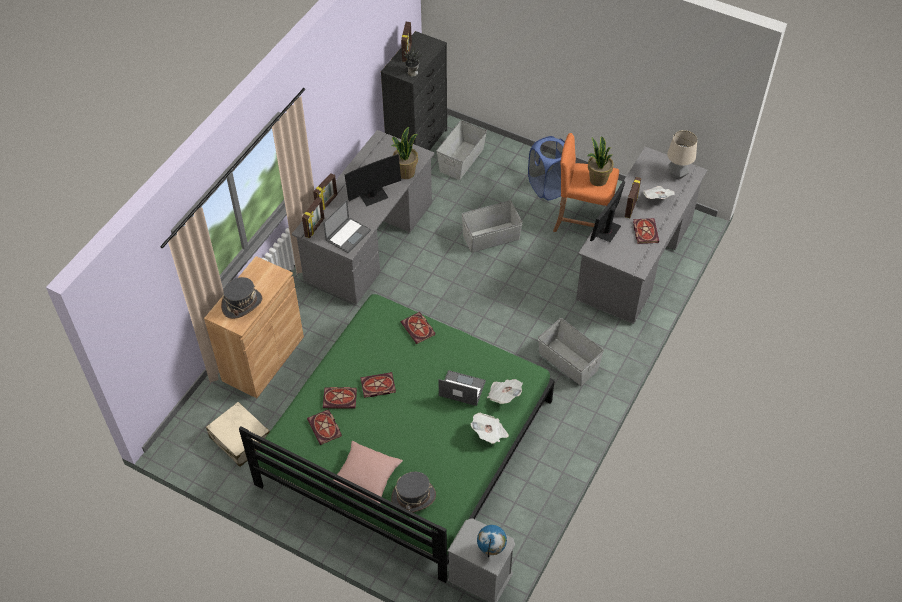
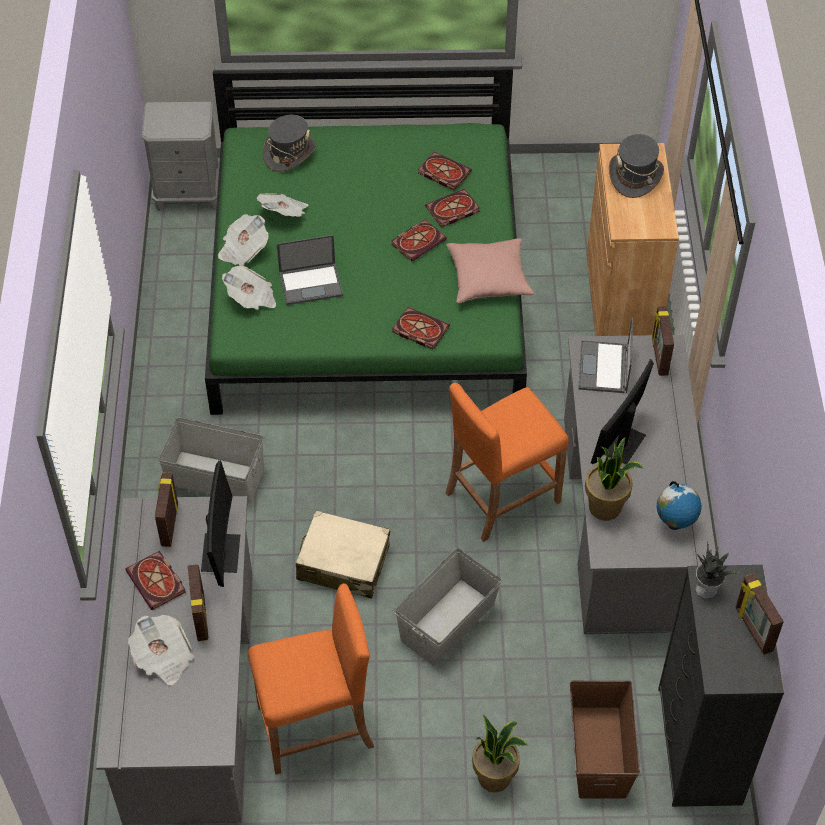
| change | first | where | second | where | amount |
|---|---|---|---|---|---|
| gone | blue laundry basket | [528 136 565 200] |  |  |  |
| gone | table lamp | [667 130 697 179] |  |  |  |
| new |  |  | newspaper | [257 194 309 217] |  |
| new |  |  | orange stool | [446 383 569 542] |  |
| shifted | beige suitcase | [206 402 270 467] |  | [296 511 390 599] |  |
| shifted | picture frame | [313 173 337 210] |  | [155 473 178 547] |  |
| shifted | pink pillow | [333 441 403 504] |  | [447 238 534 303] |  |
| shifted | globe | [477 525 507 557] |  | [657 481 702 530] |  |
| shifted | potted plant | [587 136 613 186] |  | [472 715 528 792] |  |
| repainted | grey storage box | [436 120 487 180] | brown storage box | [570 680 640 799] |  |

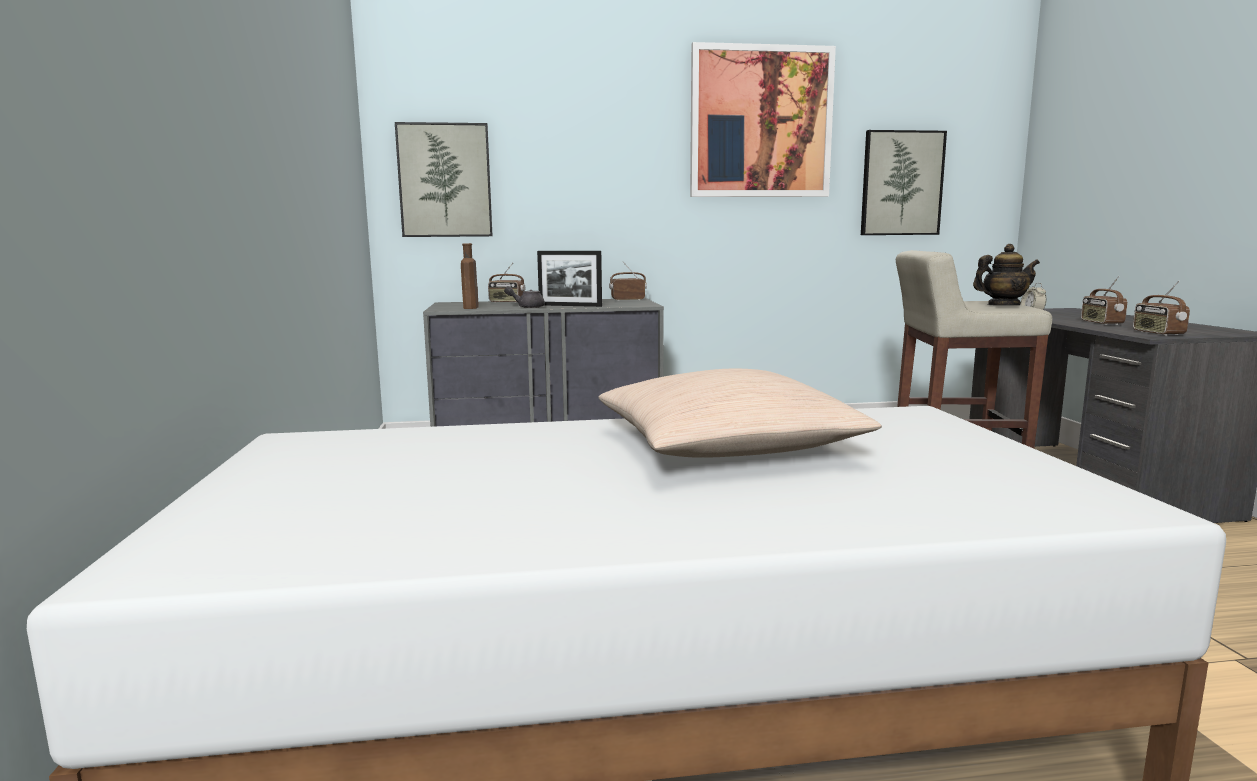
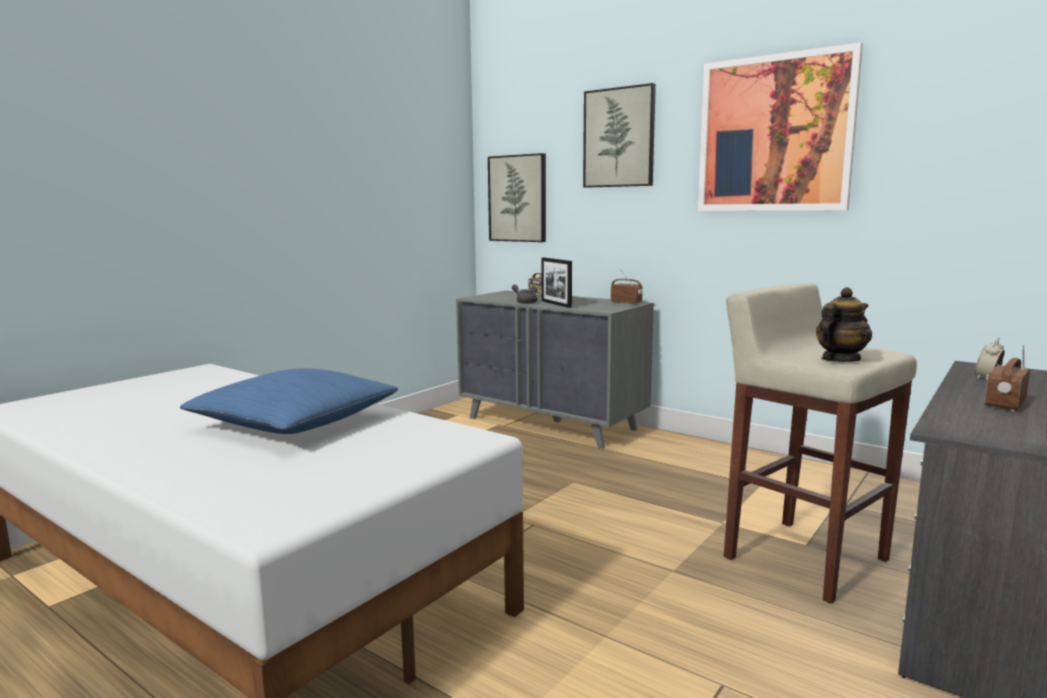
| change | first | where | second | where | amount |
|---|---|---|---|---|---|
| gone | brown bottle | [461 243 479 309] |  |  |  |
| gone | radio | [1133 281 1190 336] |  |  |  |
| shifted | picture | [861 130 947 235] |  | [583 83 656 188] |  |
| repainted | beige pillow | [598 369 882 458] | blue pillow | [180 368 398 434] |  |
| rotated | teapot | [973 244 1040 305] |  | [816 287 872 362] | 75 degrees counterclockwise |

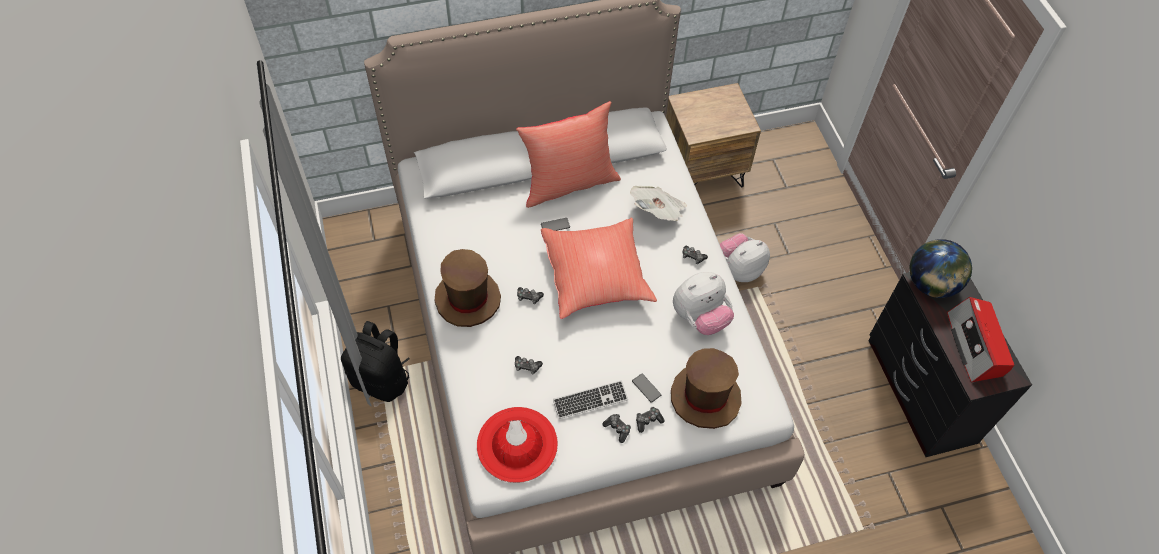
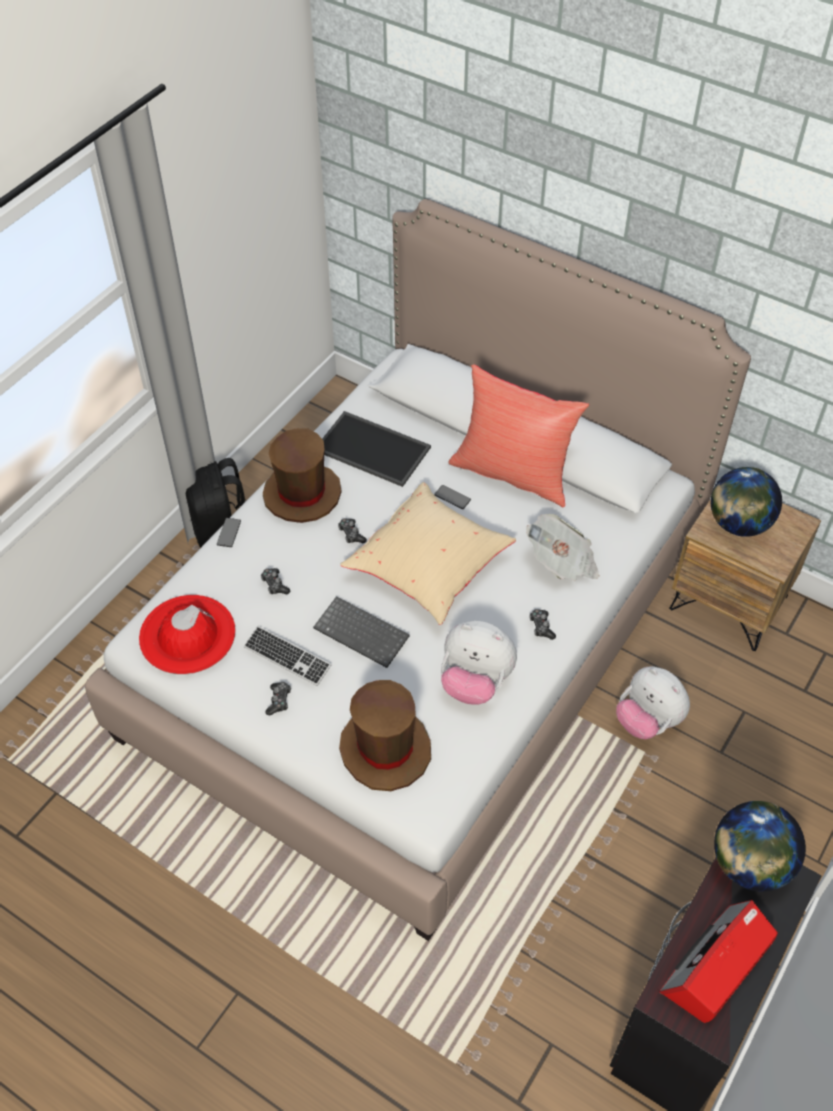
| change | first | where | second | where | amount |
|---|---|---|---|---|---|
| gone | game controller | [636 407 665 433] |  |  |  |
| new |  |  | keyboard | [313 596 410 668] |  |
| new |  |  | tray | [322 411 431 487] |  |
| new |  |  | globe | [711 467 782 537] |  |
| shifted | phone | [632 374 661 403] |  | [217 518 241 547] |  |
| repainted | red pillow | [541 217 657 319] | beige pillow | [340 482 516 625] |  |
| rotated | plush toy | [720 233 770 282] |  | [616 666 690 739] | 150 degrees counterclockwise |

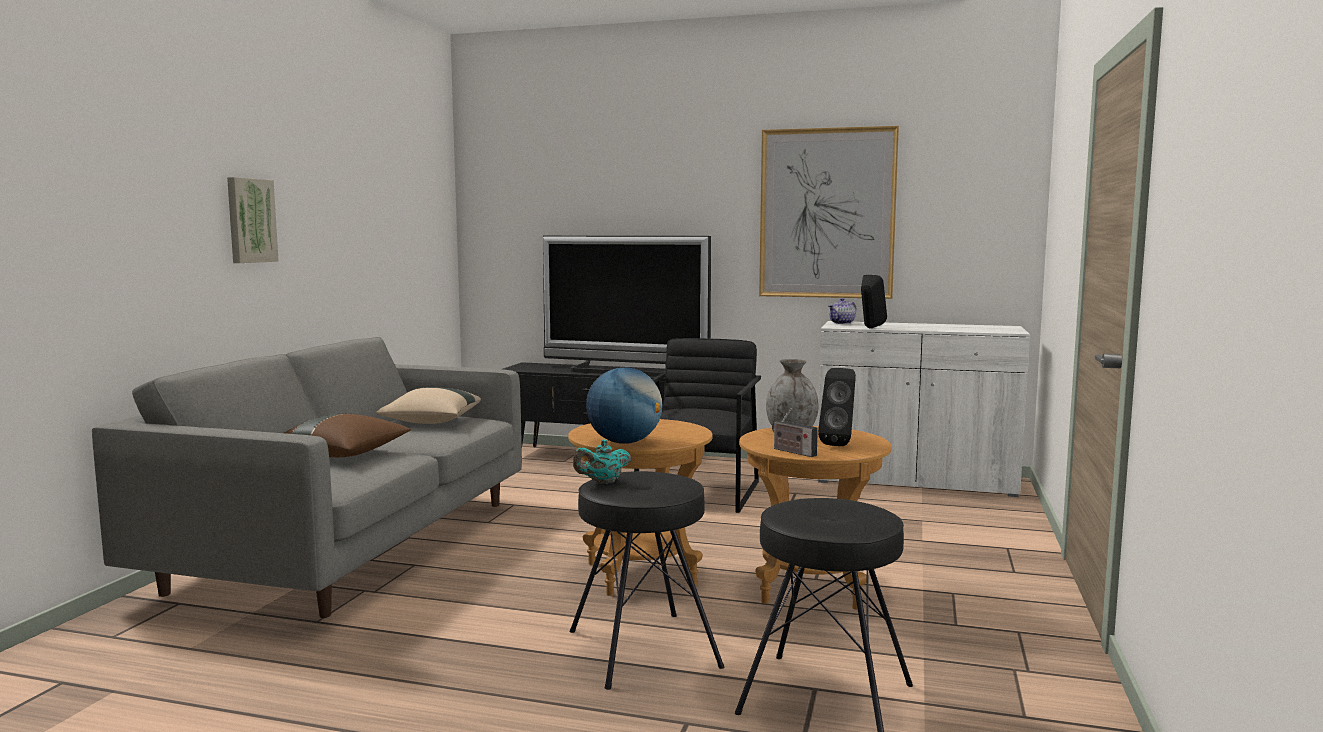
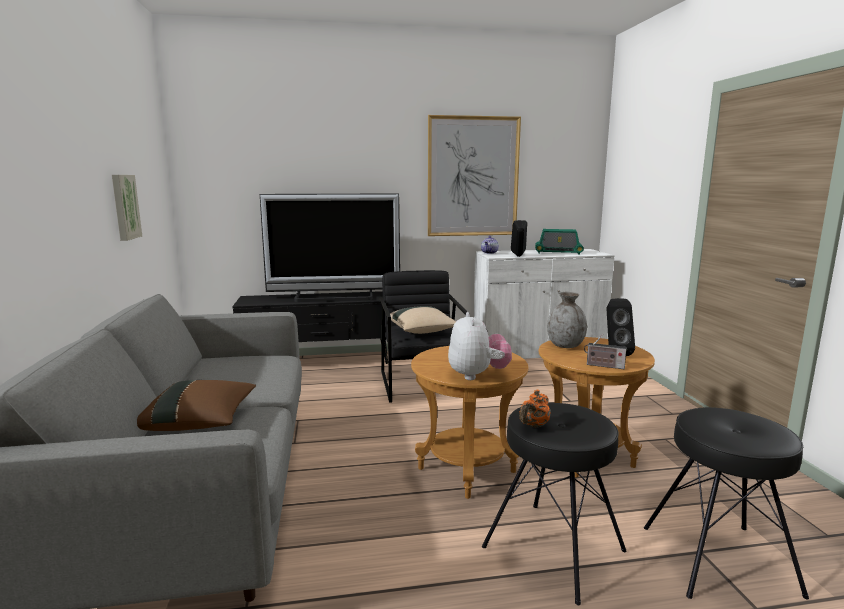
| change | first | where | second | where | amount |
|---|---|---|---|---|---|
| new |  |  | radio | [535 229 584 255] |  |
| shifted | picture | [227 177 279 263] |  | [112 175 142 241] |  |
| shifted | beige pillow | [376 387 481 424] |  | [390 306 456 334] |  |
| swapped | globe | [586 367 663 444] | plush toy | [448 312 512 380] |  |
| repainted | turquoise teapot | [573 439 631 484] | orange teapot | [520 390 551 428] |  |

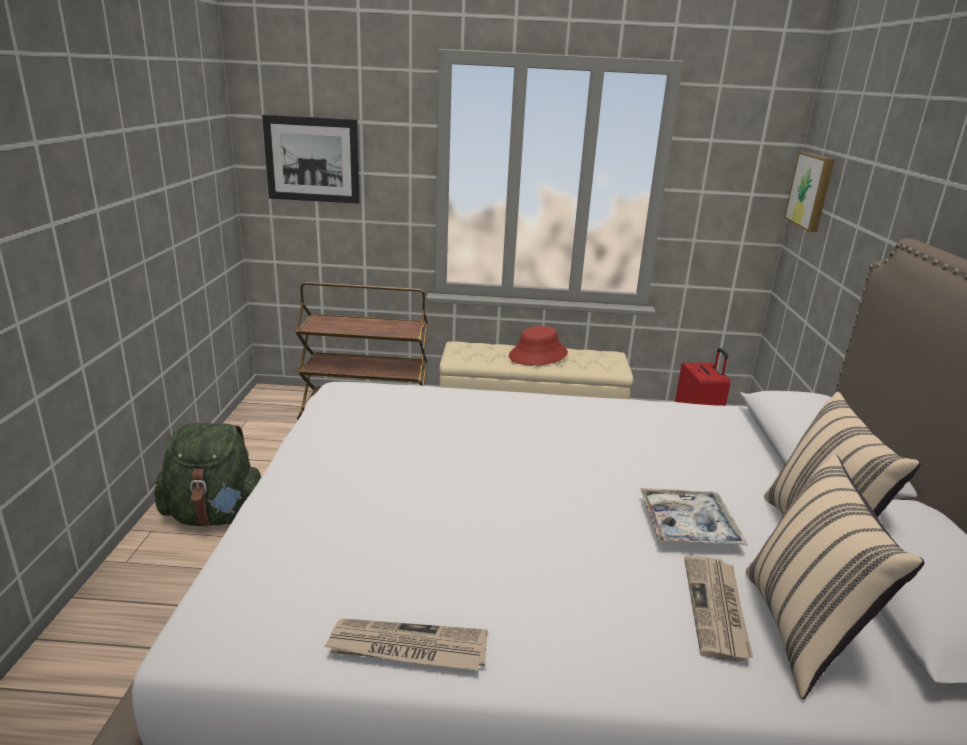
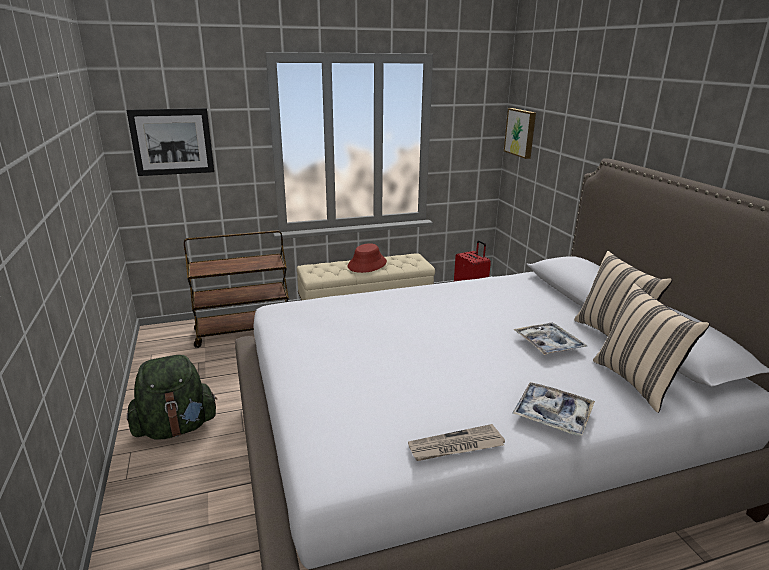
| change | first | where | second | where | amount |
|---|---|---|---|---|---|
| gone | newspaper | [684 555 753 662] |  |  |  |
| new |  |  | tray | [512 382 595 436] |  |

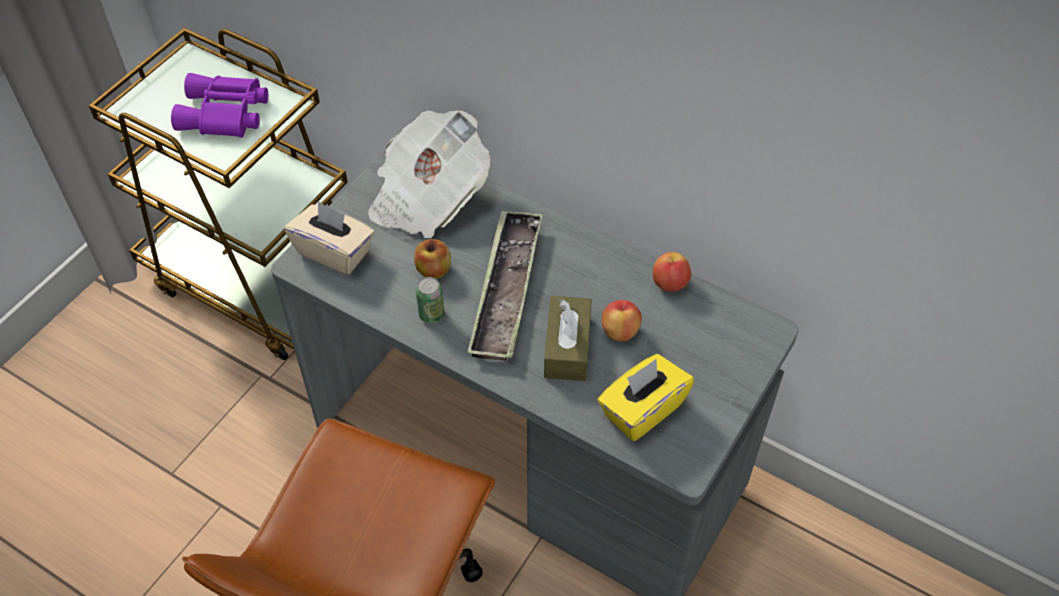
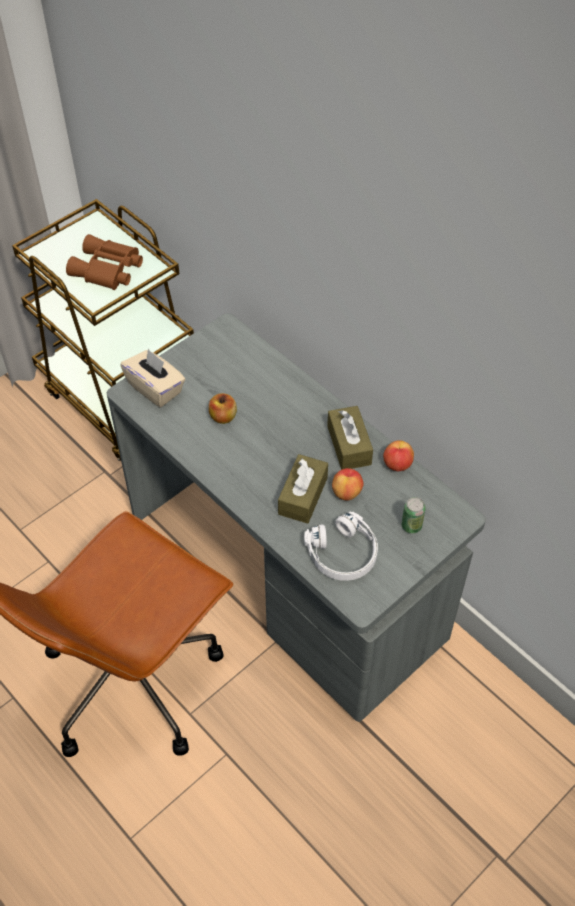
| change | first | where | second | where | amount |
|---|---|---|---|---|---|
| gone | newspaper | [368 110 490 238] |  |  |  |
| gone | tray | [467 210 542 361] |  |  |  |
| new |  |  | brown tissue box | [327 406 373 470] |  |
| shifted | can | [416 277 445 324] |  | [402 497 426 534] |  |
| swapped | yellow tissue box | [598 354 694 441] | white headphones | [304 511 378 581] |  |
| repainted | purple binoculars | [171 73 268 138] | brown binoculars | [66 234 143 290] |  |

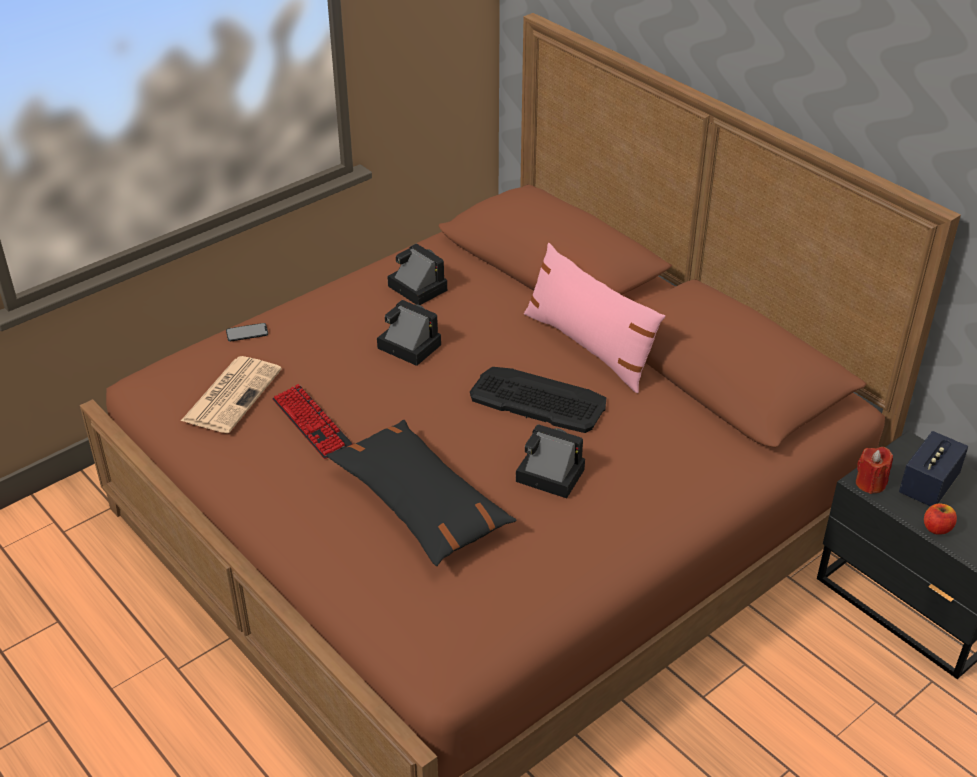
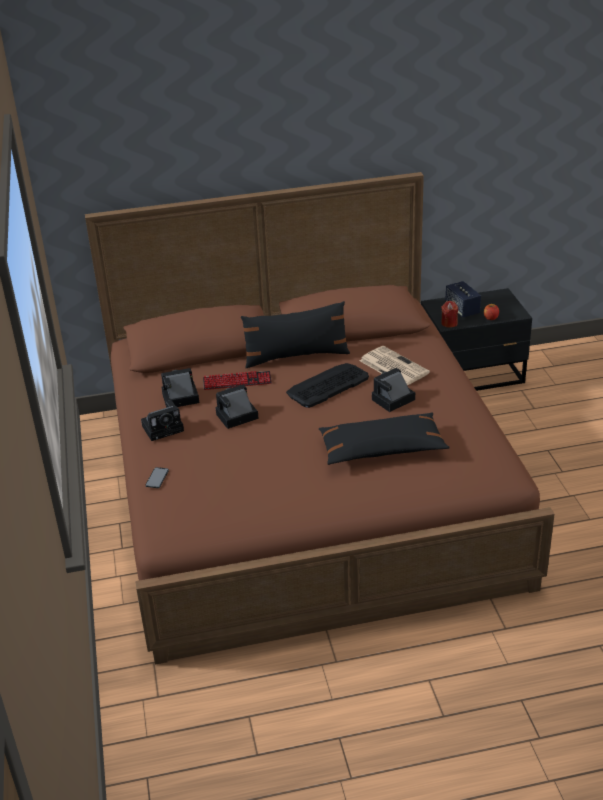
| change | first | where | second | where | amount |
|---|---|---|---|---|---|
| new |  |  | photo camera | [141 400 184 441] |  |
| shifted | newspaper | [181 356 282 433] |  | [360 346 430 385] |  |
| shifted | keyboard | [272 384 353 459] |  | [203 371 272 390] |  |
| repainted | pink pillow | [524 243 665 393] | black pillow | [241 301 350 368] |  |

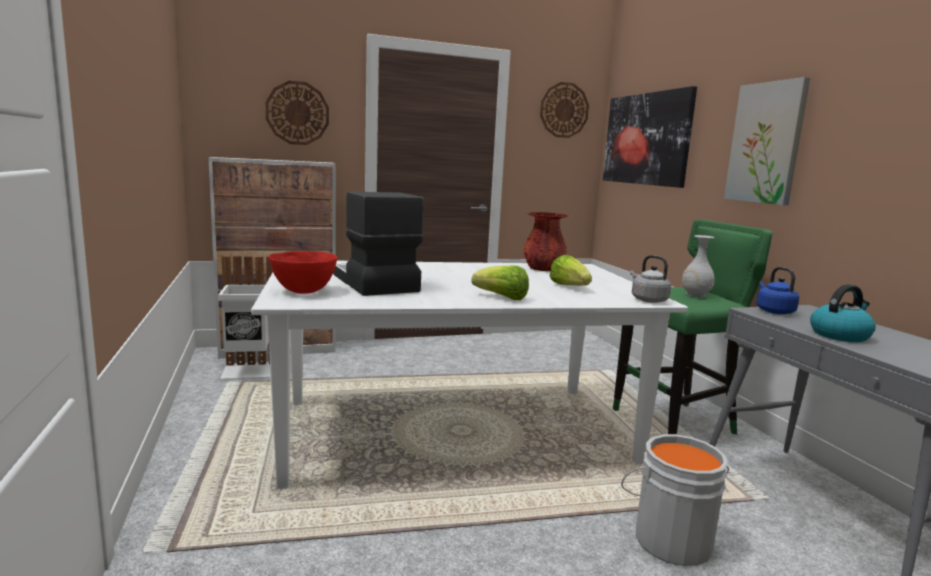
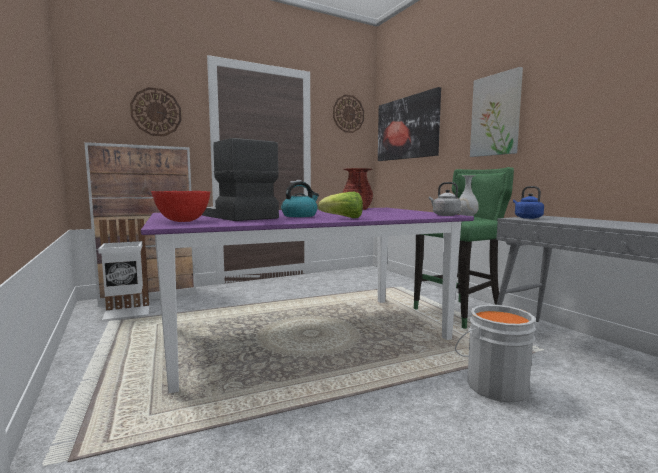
| change | first | where | second | where | amount |
|---|---|---|---|---|---|
| gone | lettuce | [550 255 592 286] |  |  |  |
| shifted | kettle | [810 284 876 342] |  | [281 181 319 217] |  |
| repainted | white dining table | [251 261 688 489] | purple dining table | [141 208 474 393] |  |

